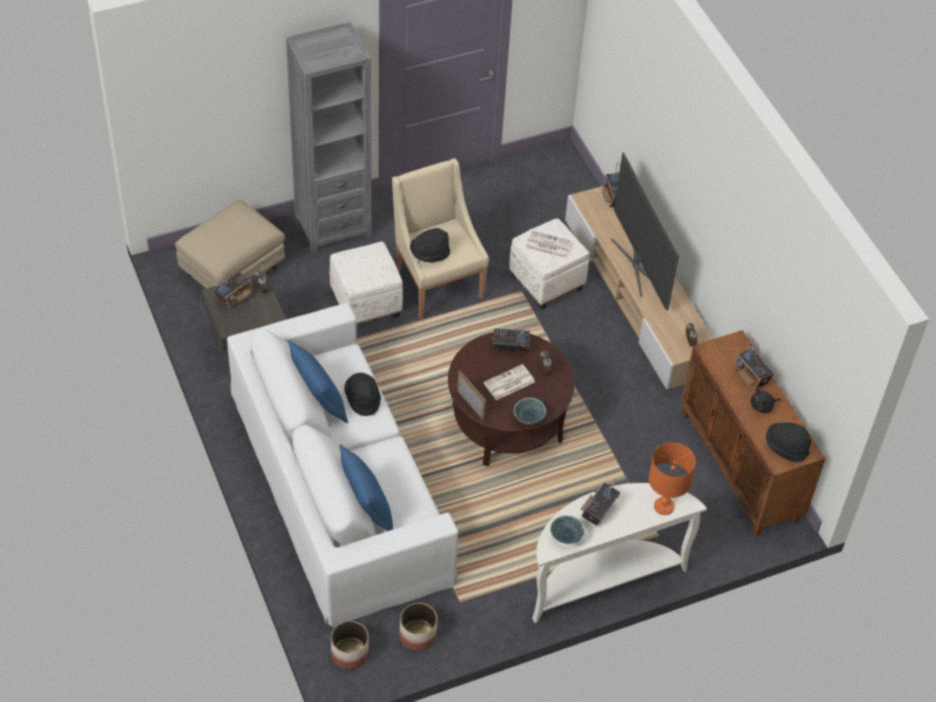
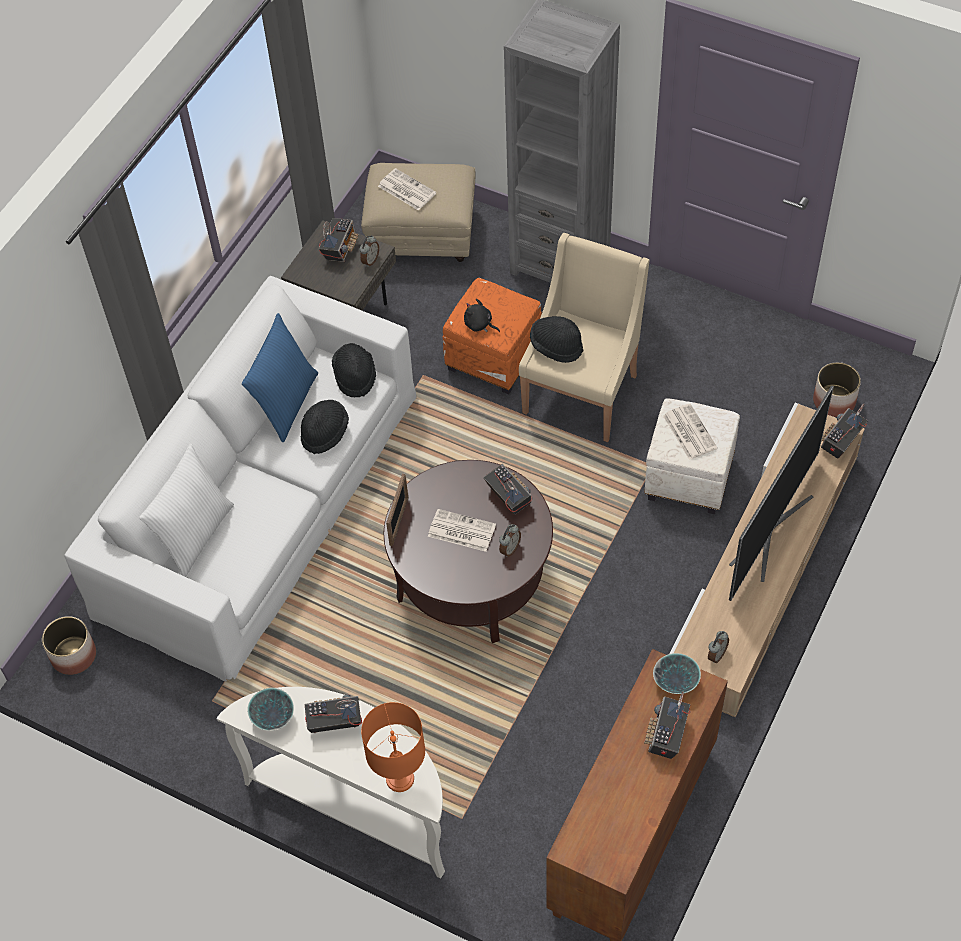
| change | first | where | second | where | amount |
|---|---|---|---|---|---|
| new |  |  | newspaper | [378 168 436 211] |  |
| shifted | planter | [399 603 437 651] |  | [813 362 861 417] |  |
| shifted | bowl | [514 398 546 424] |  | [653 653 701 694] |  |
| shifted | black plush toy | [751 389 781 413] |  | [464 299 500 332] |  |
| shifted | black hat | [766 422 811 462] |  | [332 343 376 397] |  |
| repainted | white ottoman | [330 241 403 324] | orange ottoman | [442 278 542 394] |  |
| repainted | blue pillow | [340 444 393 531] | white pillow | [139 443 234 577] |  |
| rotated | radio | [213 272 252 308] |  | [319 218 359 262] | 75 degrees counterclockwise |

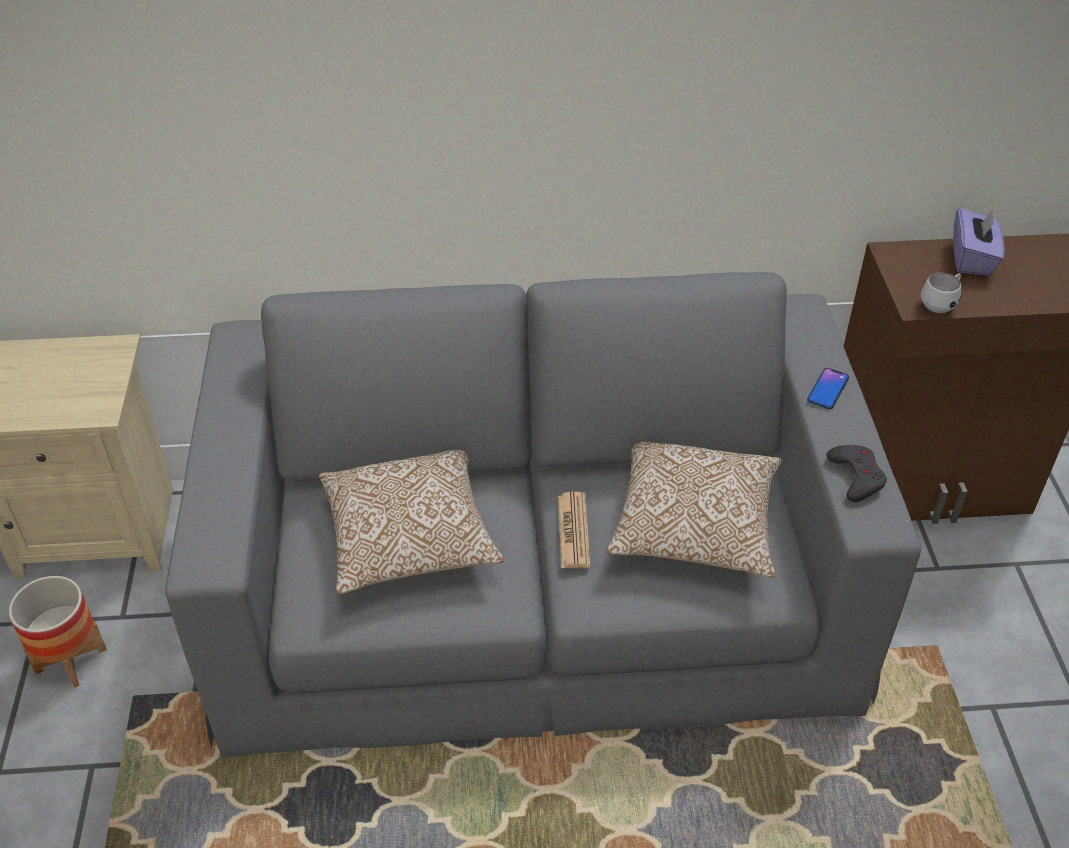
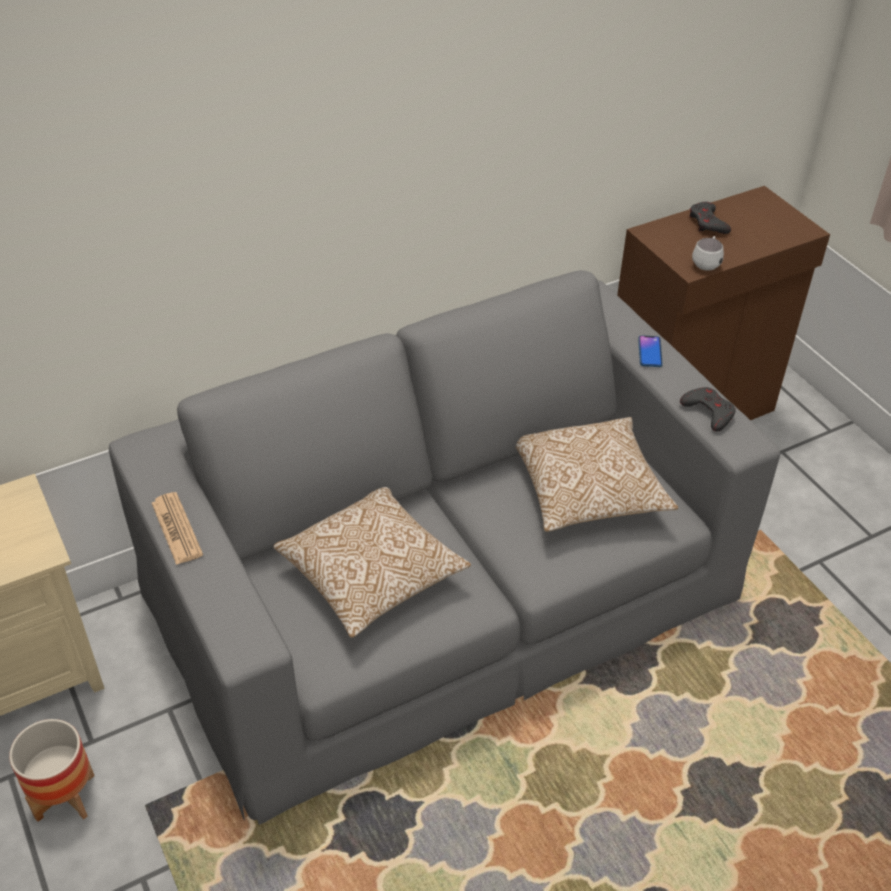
| change | first | where | second | where | amount |
|---|---|---|---|---|---|
| shifted | newspaper | [558 491 591 568] |  | [152 492 203 565] |  |
| swapped | purple tissue box | [953 208 1005 276] | grey game controller | [690 202 731 234] |  |

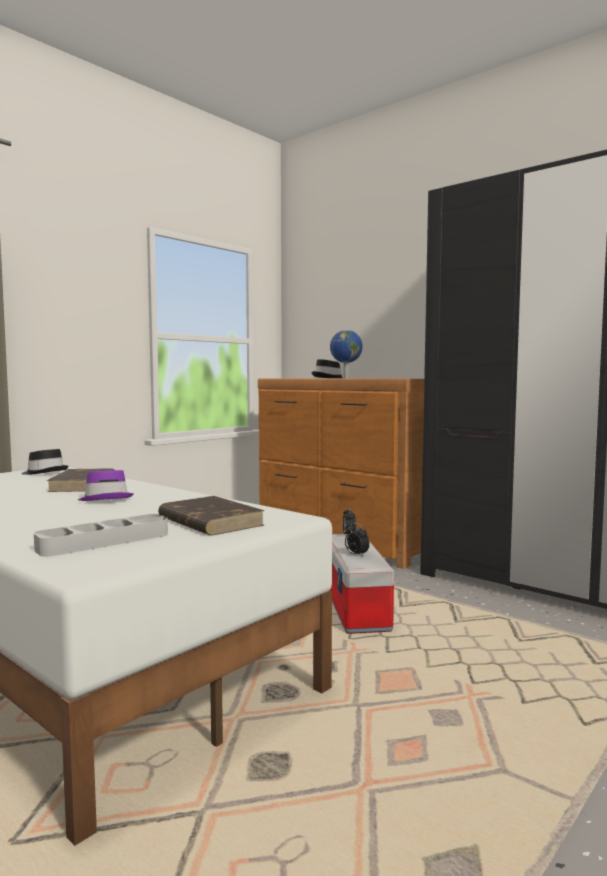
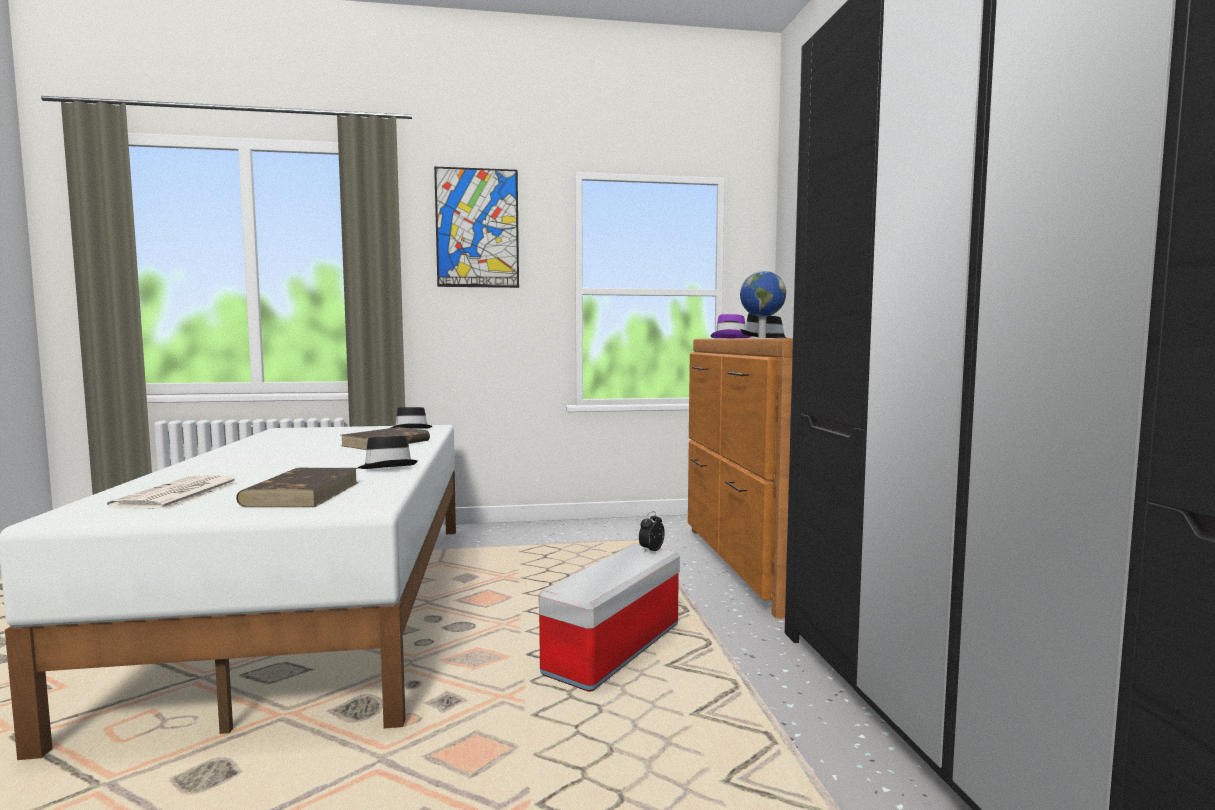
| change | first | where | second | where | amount |
|---|---|---|---|---|---|
| gone | alarm clock | [345 523 370 557] |  |  |  |
| new |  |  | black hat | [358 436 418 469] |  |
| new |  |  | picture | [434 166 519 288] |  |
| shifted | purple hat | [78 470 134 501] |  | [711 314 751 338] |  |
| swapped | grey tray | [34 514 168 557] | newspaper | [107 475 239 509] |  |

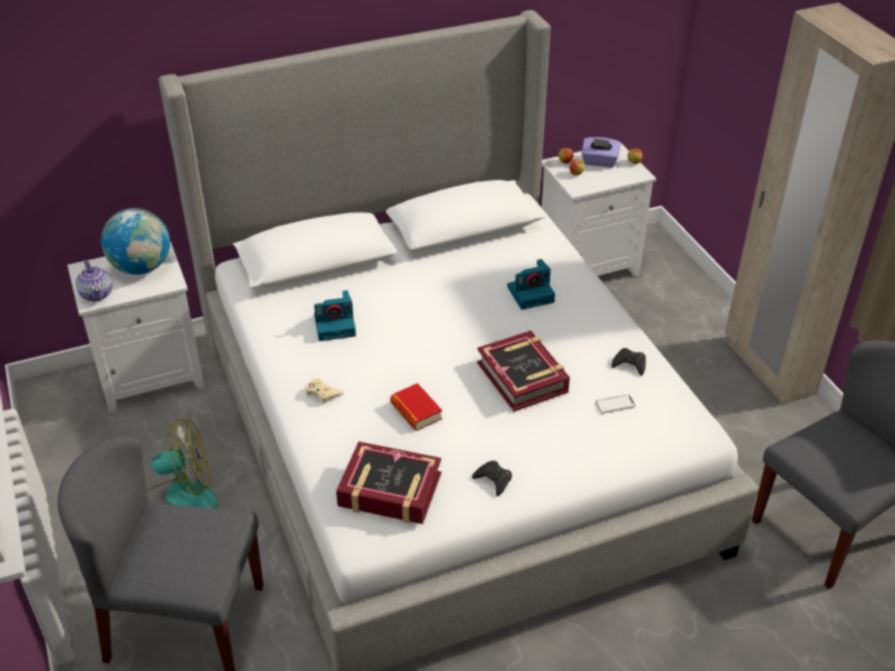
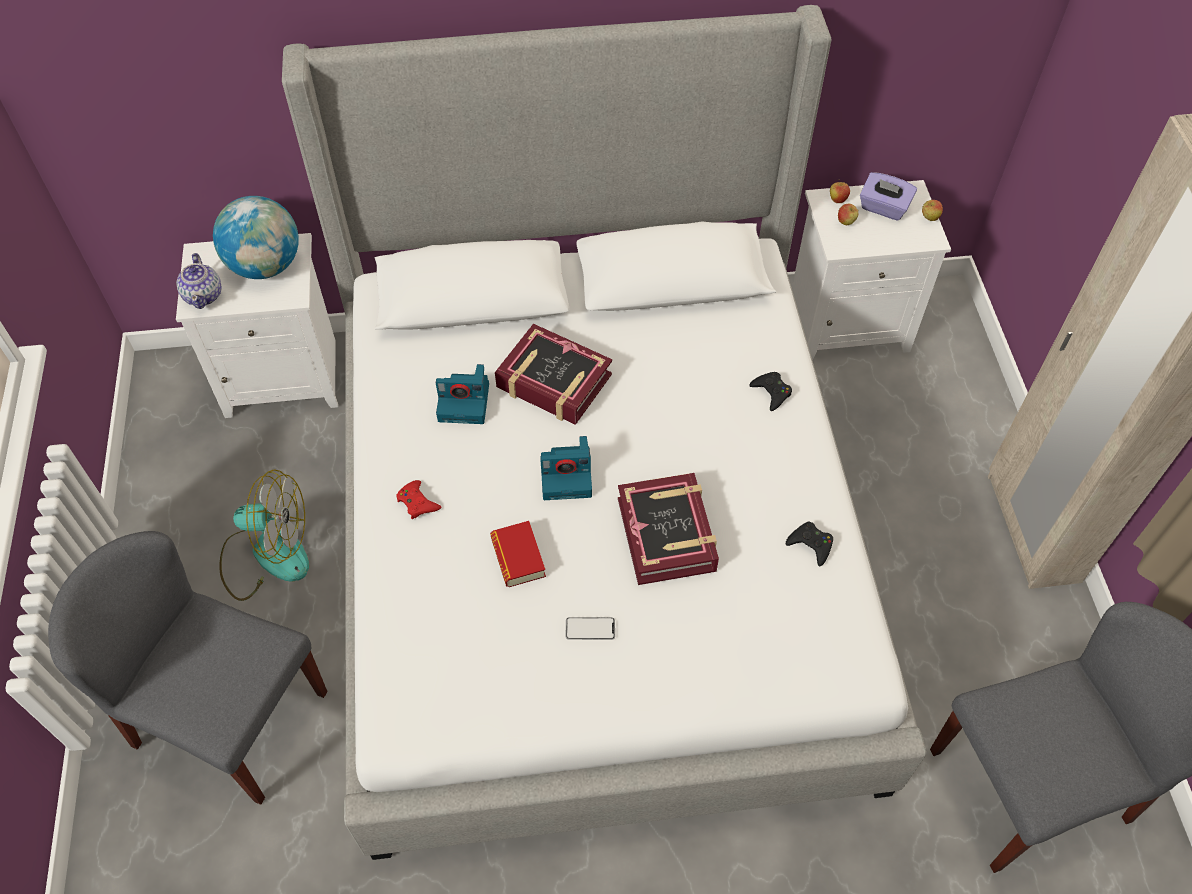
| change | first | where | second | where | amount |
|---|---|---|---|---|---|
| shifted | book | [336 442 441 524] |  | [495 324 612 425] |  |
| shifted | black game controller | [472 461 512 496] |  | [750 372 792 411] |  |
| shifted | photo camera | [507 259 555 310] |  | [540 436 592 500] |  |
| shifted | phone | [595 394 635 413] |  | [566 617 615 640] |  |
| repainted | beige game controller | [306 378 343 404] | red game controller | [396 480 441 519] |  |

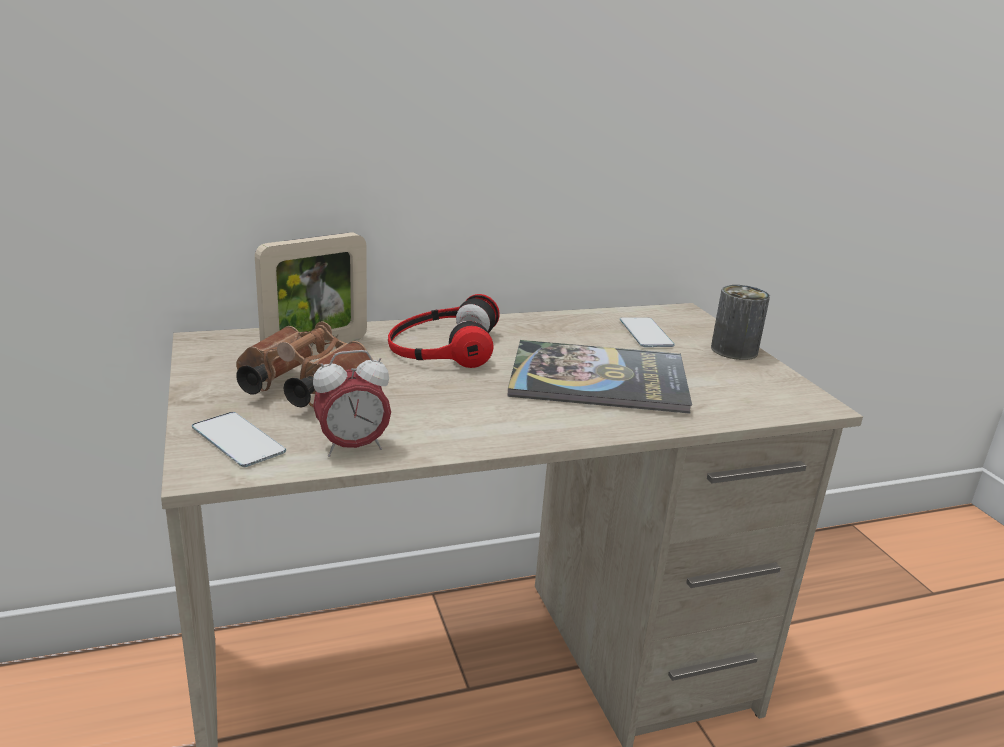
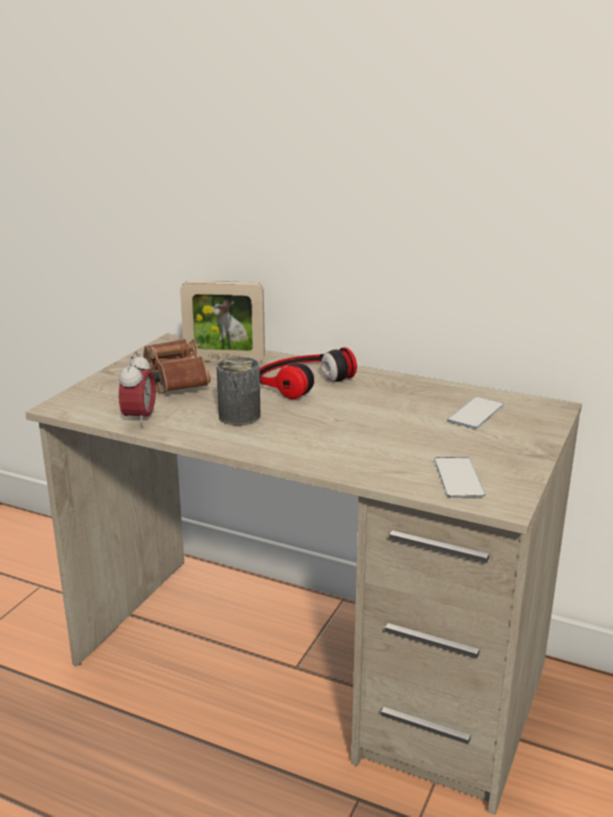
| change | first | where | second | where | amount |
|---|---|---|---|---|---|
| gone | book | [507 340 692 414] |  |  |  |
| shifted | phone | [192 412 286 467] |  | [434 457 485 498] |  |
| shifted | can | [711 285 770 360] |  | [216 357 261 425] |  |
| rotated | alarm clock | [313 350 391 457] |  | [119 351 156 427] | 105 degrees counterclockwise |

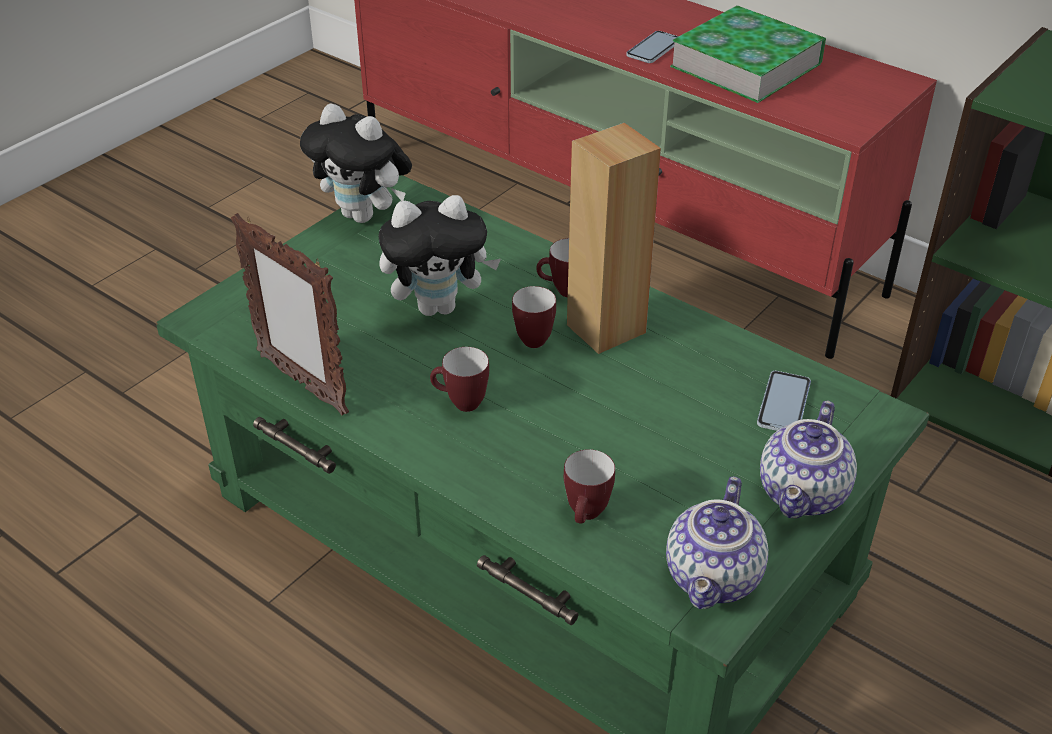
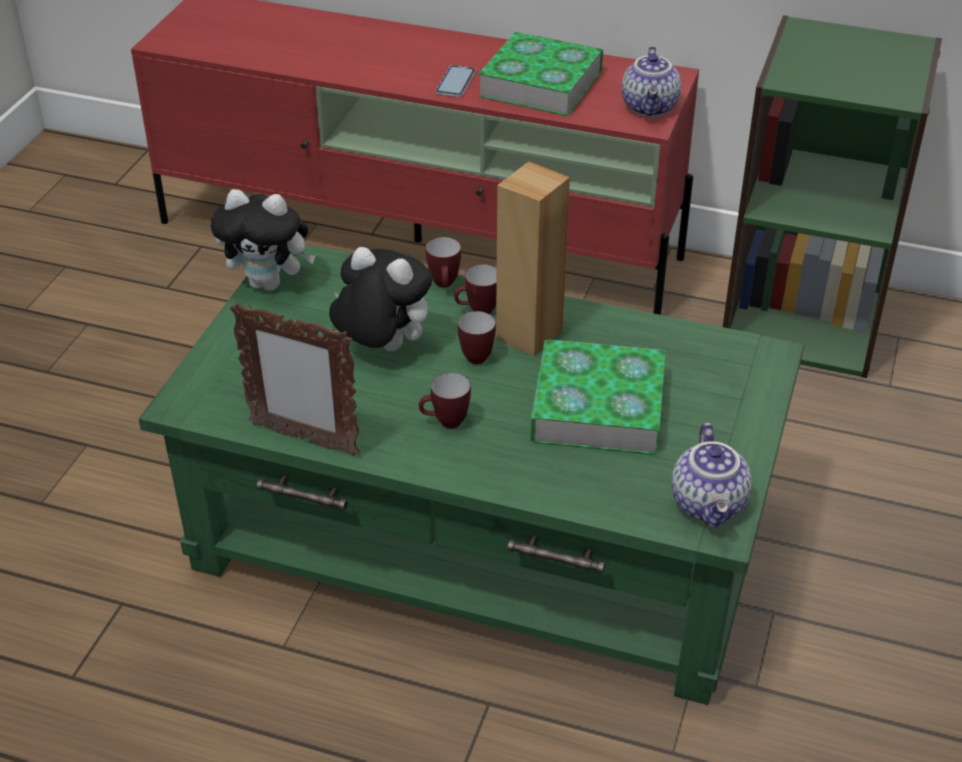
| change | first | where | second | where | amount |
|---|---|---|---|---|---|
| gone | phone | [757 371 811 431] |  |  |  |
| new |  |  | book | [530 339 666 455] |  |
| shifted | mug | [564 449 615 524] |  | [426 237 461 288] |  |
| shifted | teapot | [760 401 857 518] |  | [622 46 681 117] |  |
| rotated | plush toy | [379 195 501 316] |  | [329 247 432 351] | 120 degrees counterclockwise |

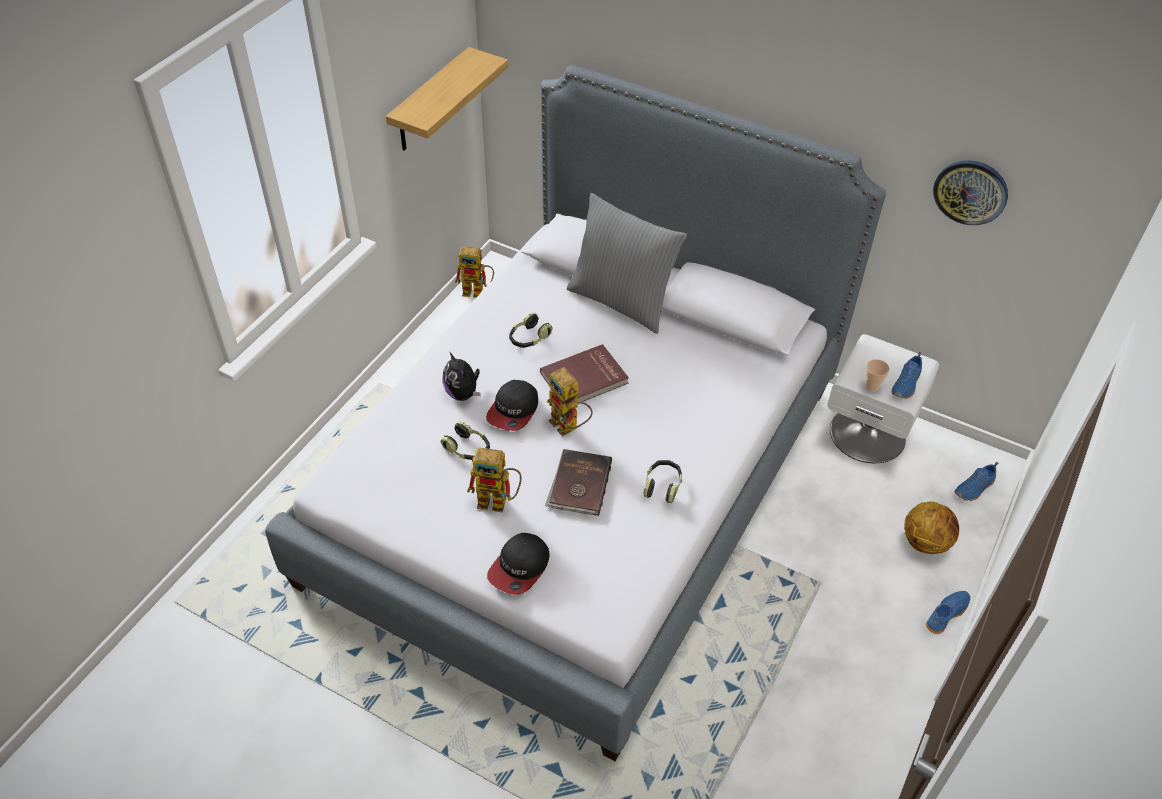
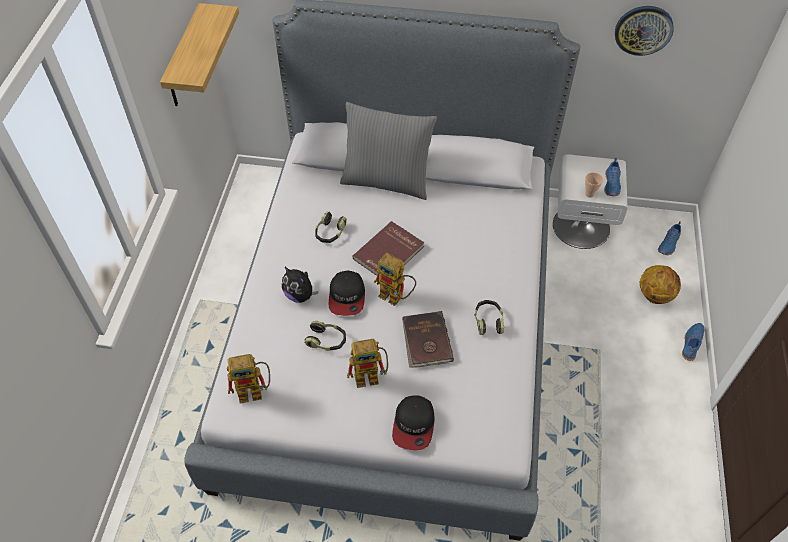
| change | first | where | second | where | amount |
|---|---|---|---|---|---|
| shifted | toy robot | [455 246 494 298] |  | [227 354 270 404] |  |

